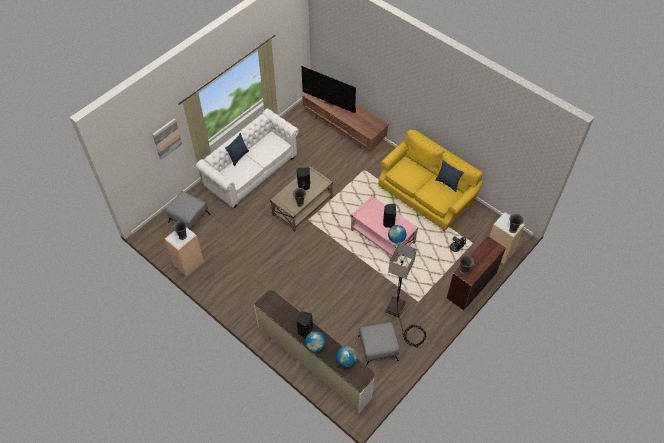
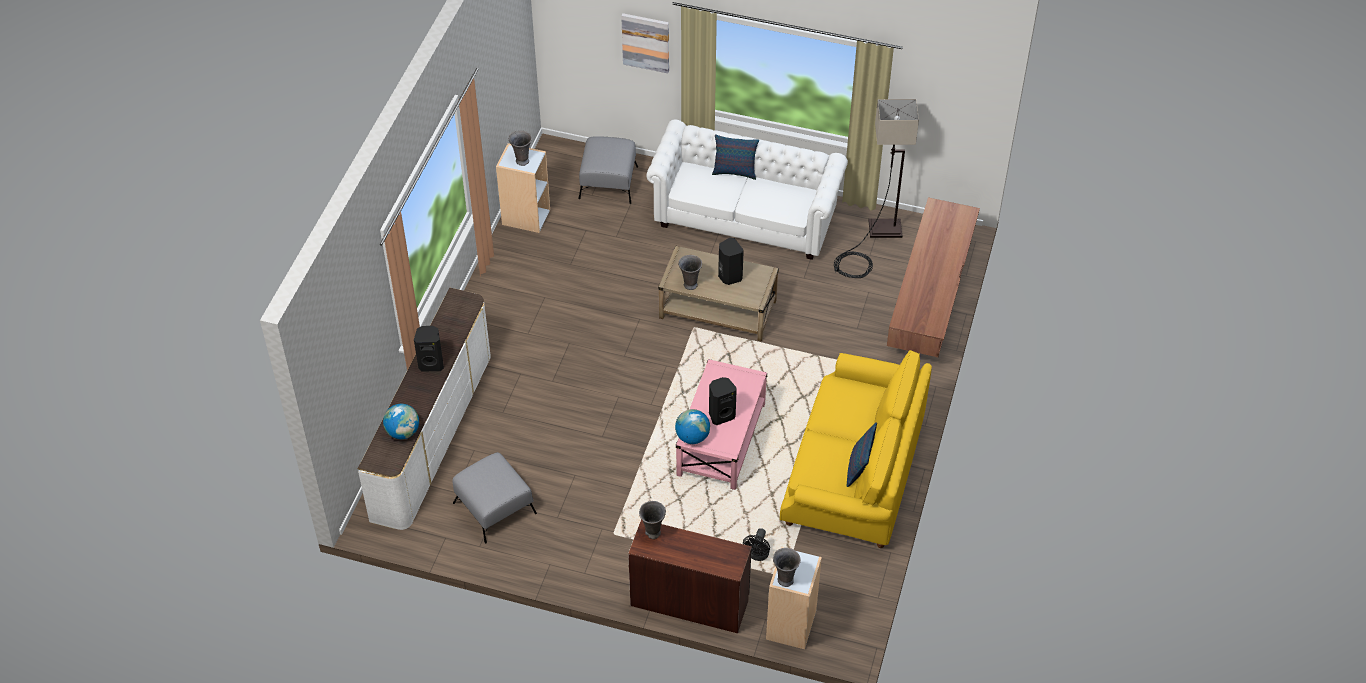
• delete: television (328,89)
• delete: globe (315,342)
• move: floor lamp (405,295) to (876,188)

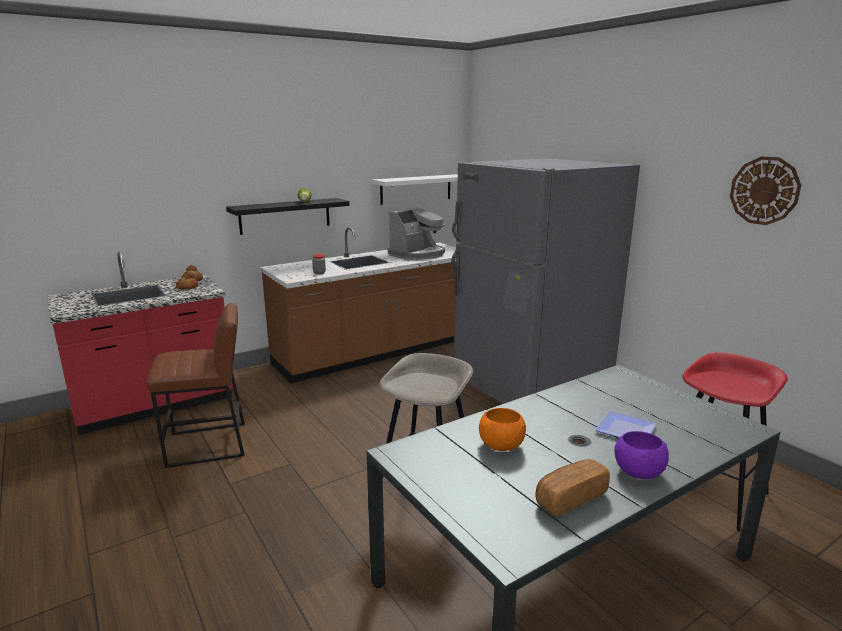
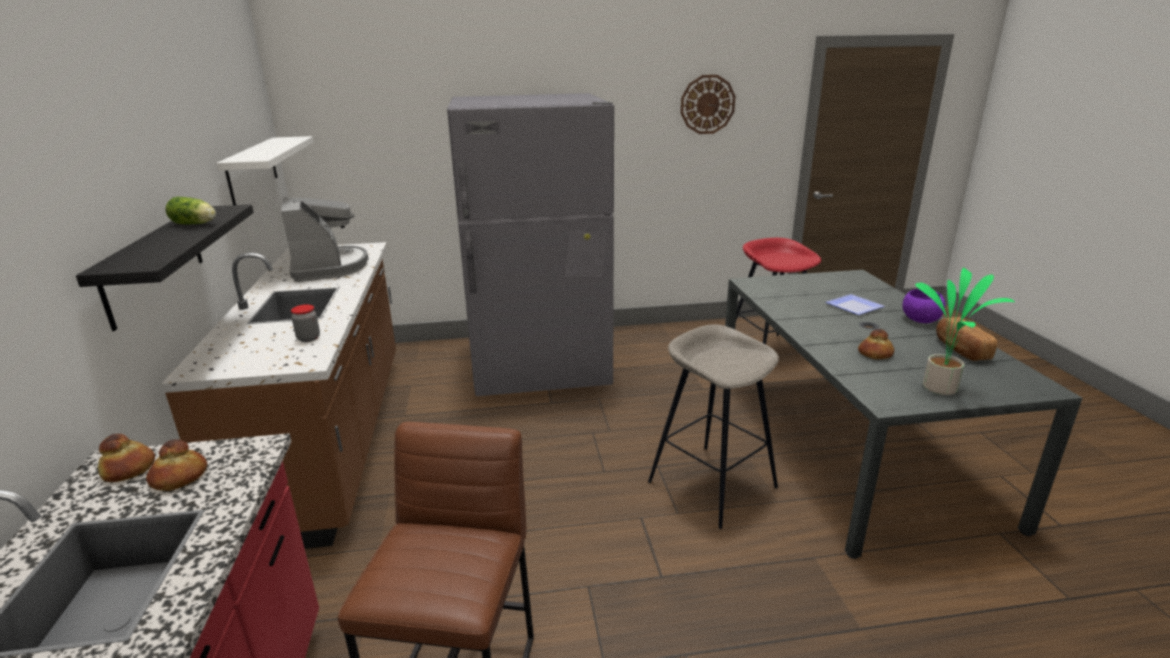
• insert: potted plant (965,331)
• replace: bowl/orange (502,429) to bread (876,344)

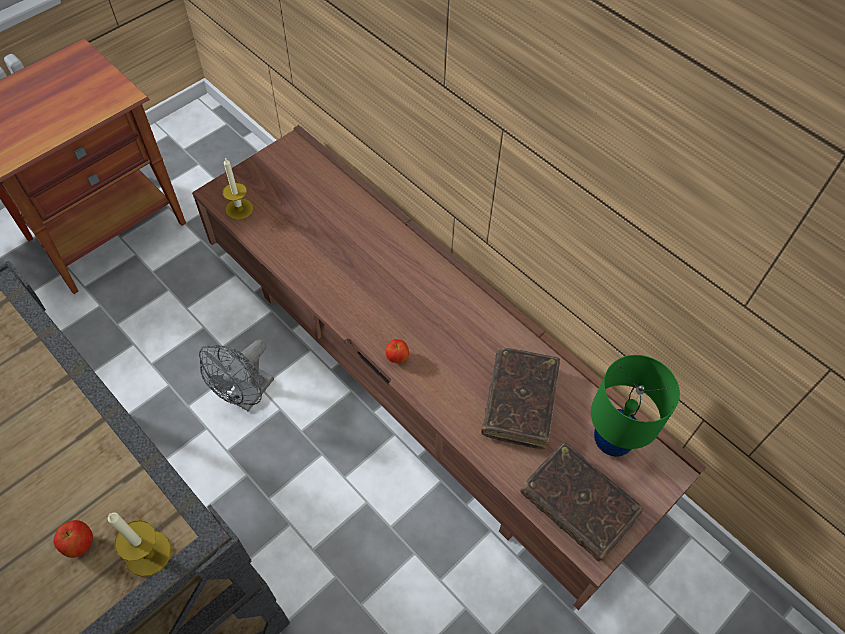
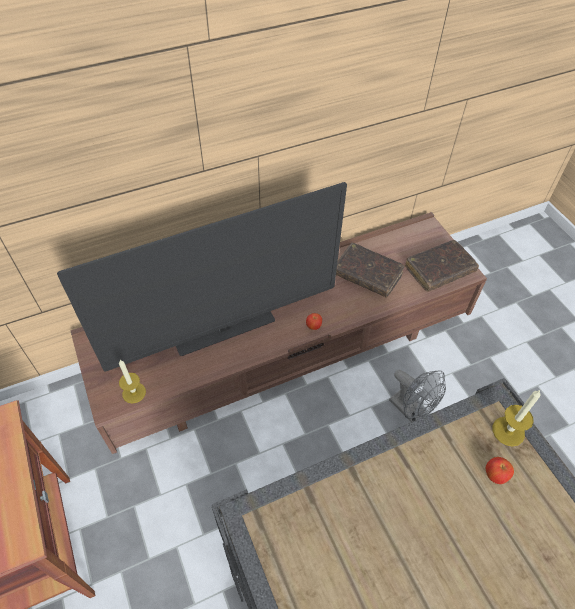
• delete: table lamp/green (635,406)
• insert: television (202,277)
• move: fan/grey (236,375) to (417,396)

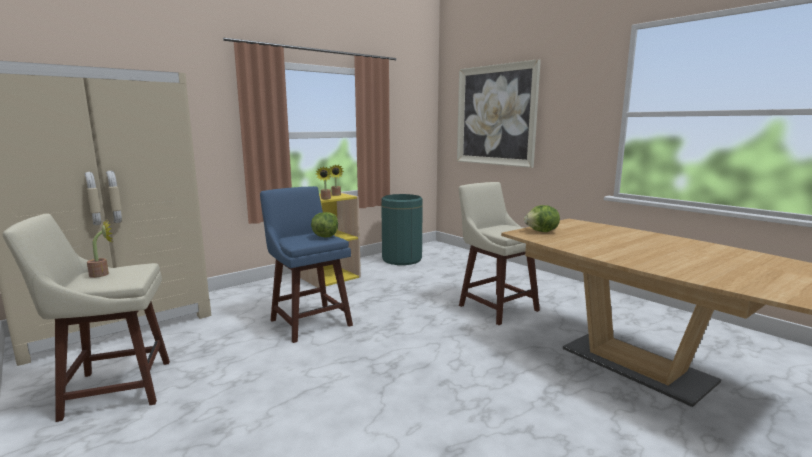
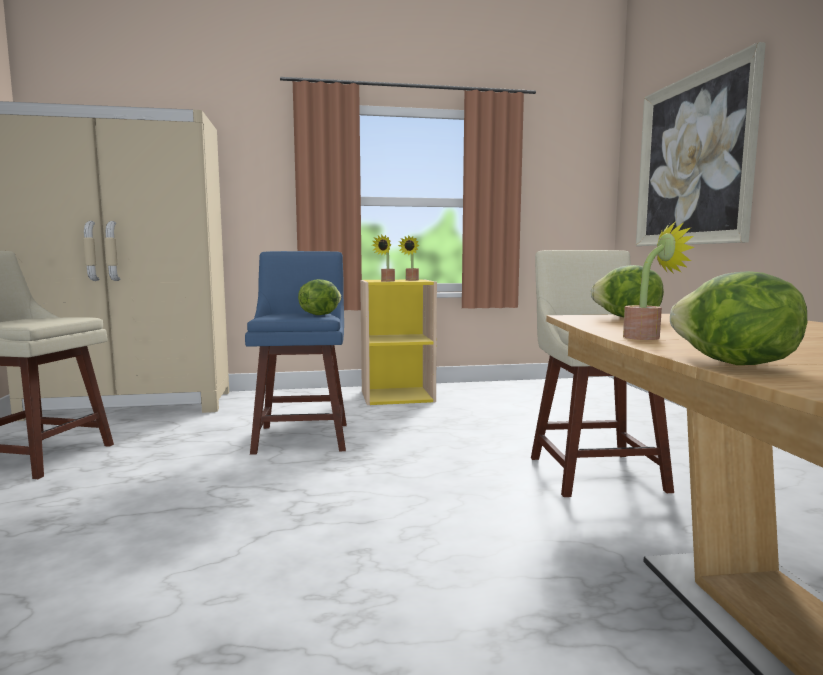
• delete: trash can/green (402,229)
• insert: lettuce (738,318)
• move: potted plant (100,249) to (659,280)

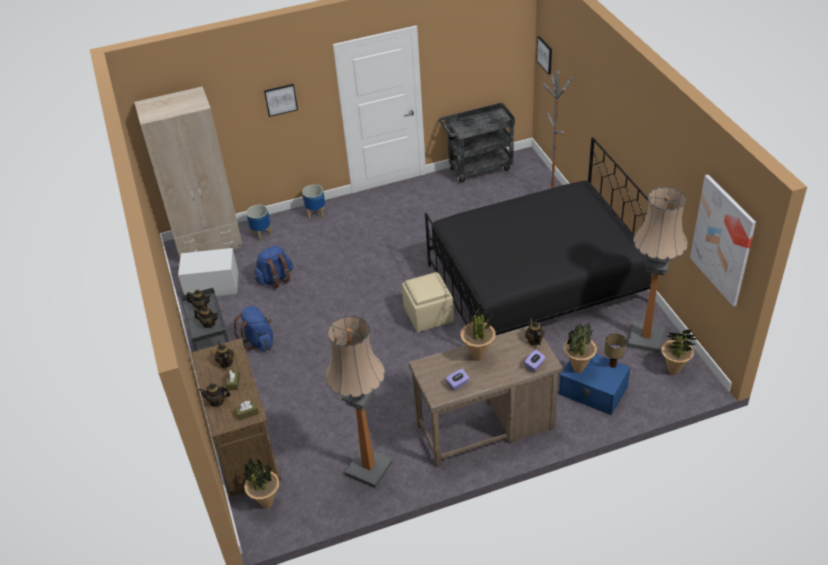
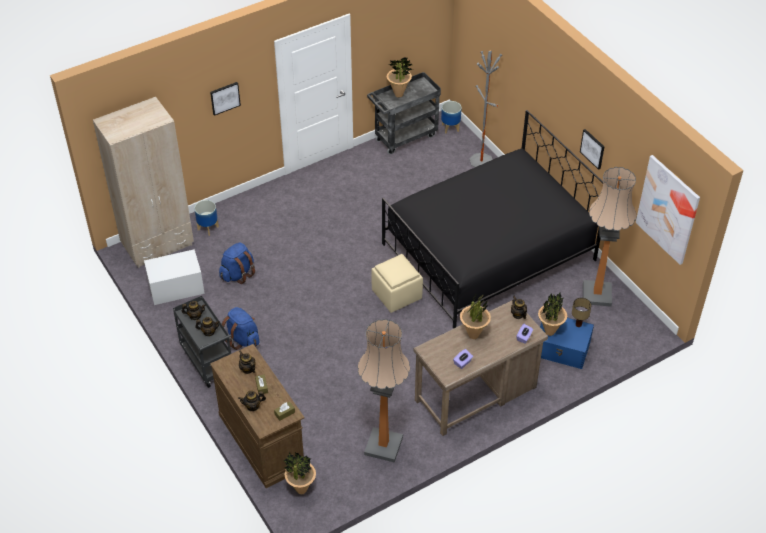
• move: planter (313,202) to (451,117)
• move: picture (544,55) to (592,149)
• move: potted plant (679,352) to (400,77)

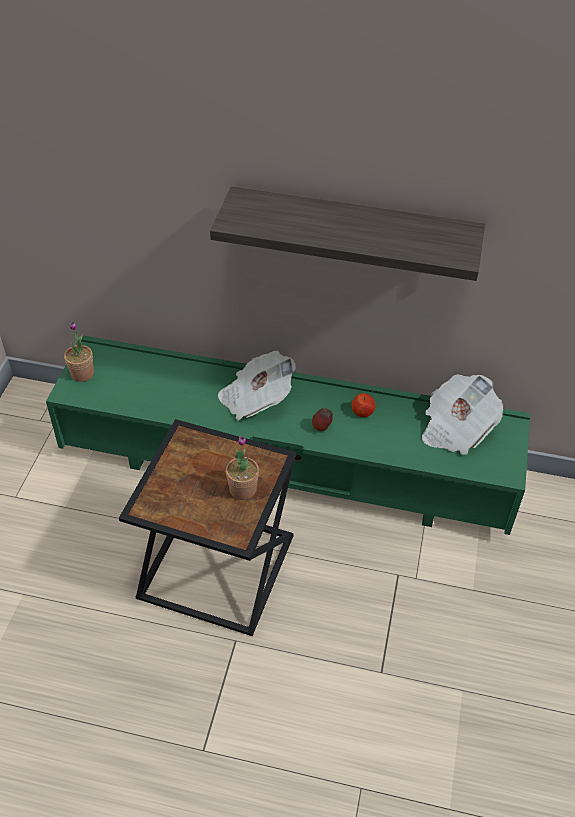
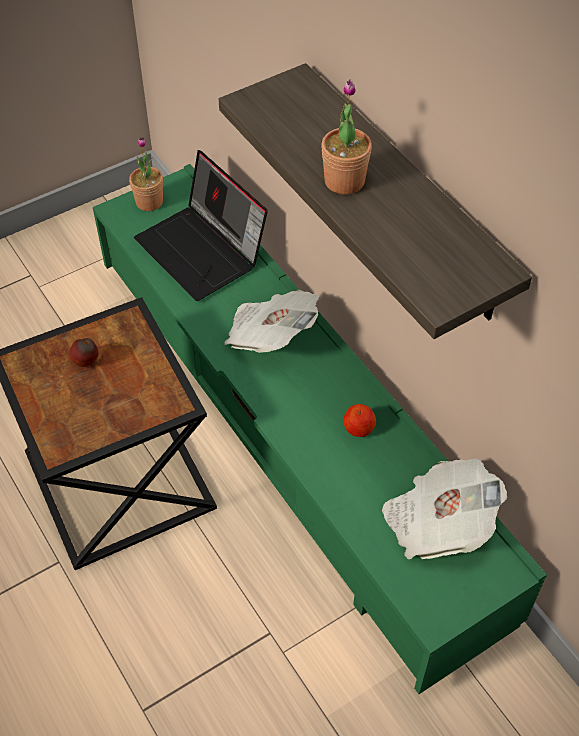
• insert: laptop (201,225)
• move: potted plant (242,468) to (346,136)
• move: apple (322,419) to (84,352)

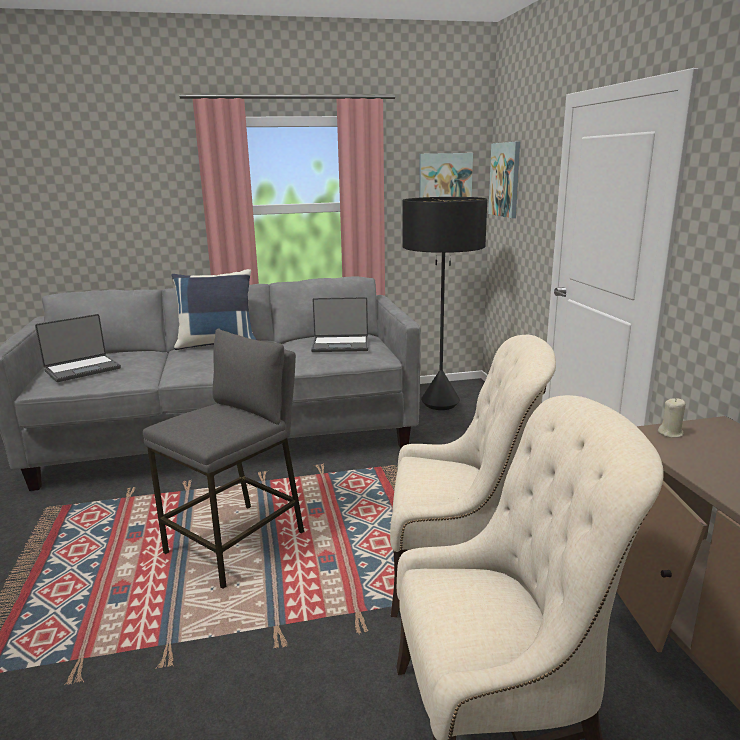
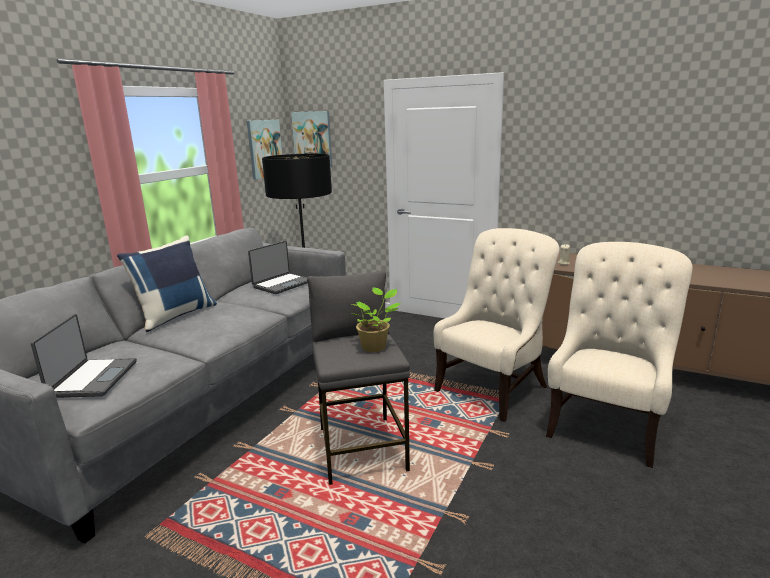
• insert: potted plant (376,319)

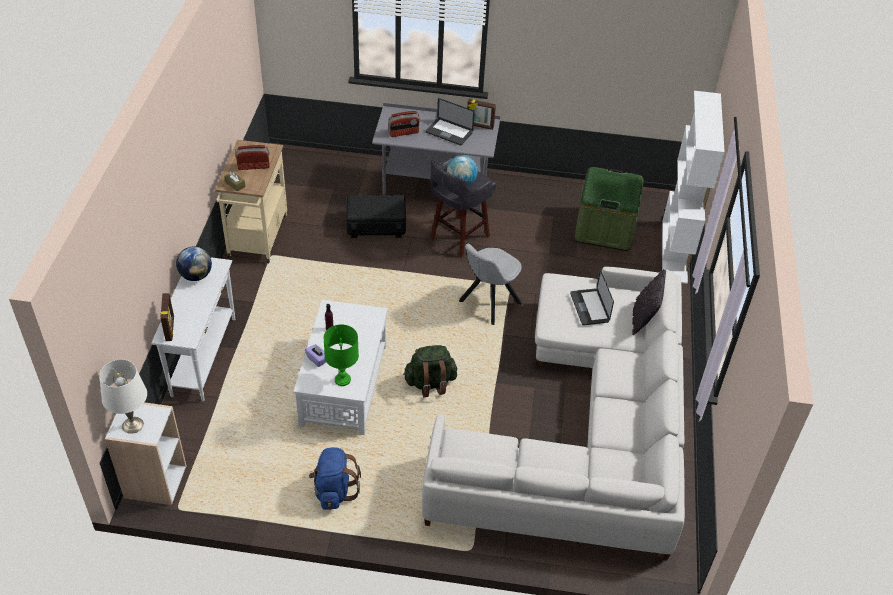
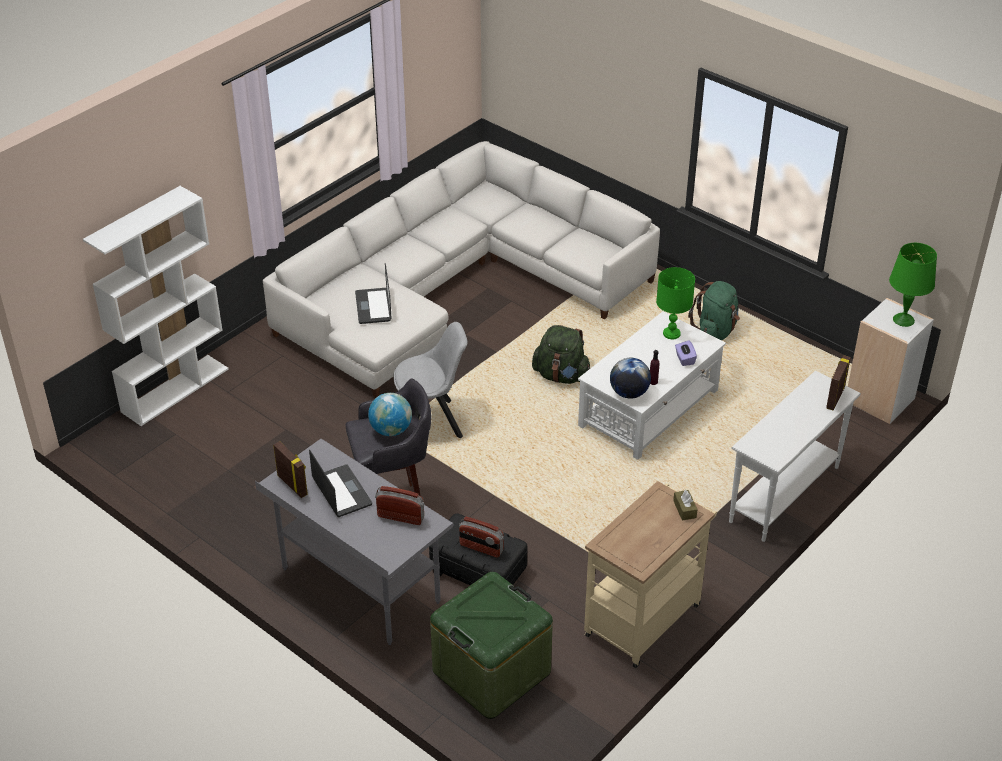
• delete: pillow/black (649,302)
• move: globe (194,263) to (630,378)
• move: radio (252,157) to (481,537)
• move: storage box/green (609,209) to (491,645)
• recolor: table lamp/white (123,396) to table lamp/green (913,285)
• recolor: backpack/blue (335,478) to backpack/green (714,310)
• rotate: laptop (592,297) = (373,293) 150 degrees clockwise

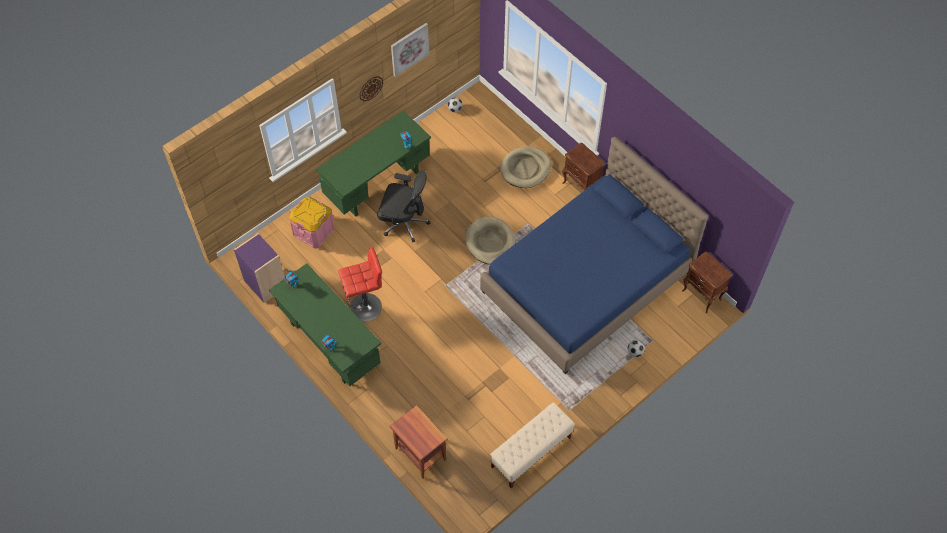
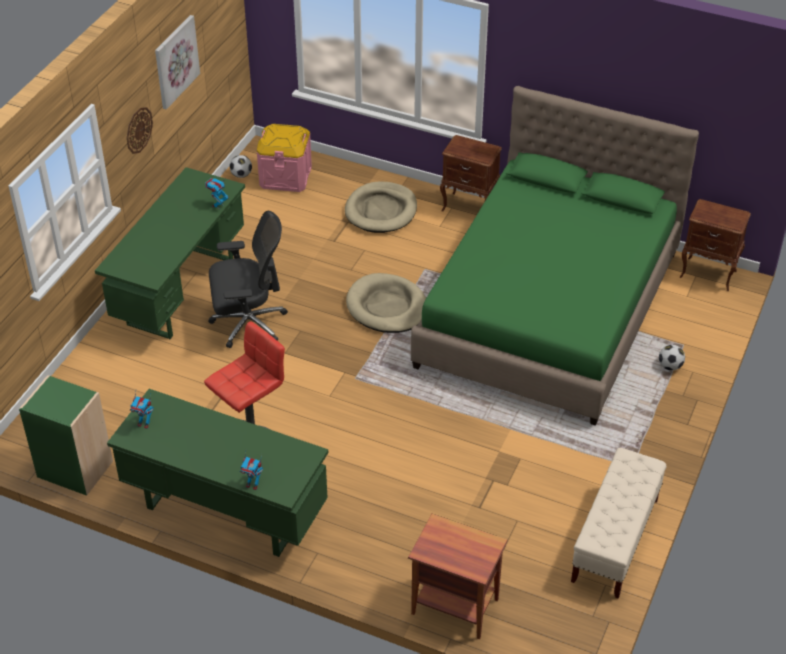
• move: storage box/pink (312,222) to (284,158)
• recolor: bookcase/purple (259,268) to bookcase/green (66,435)
• recolor: bed/blue (594,255) to bed/green (555,256)

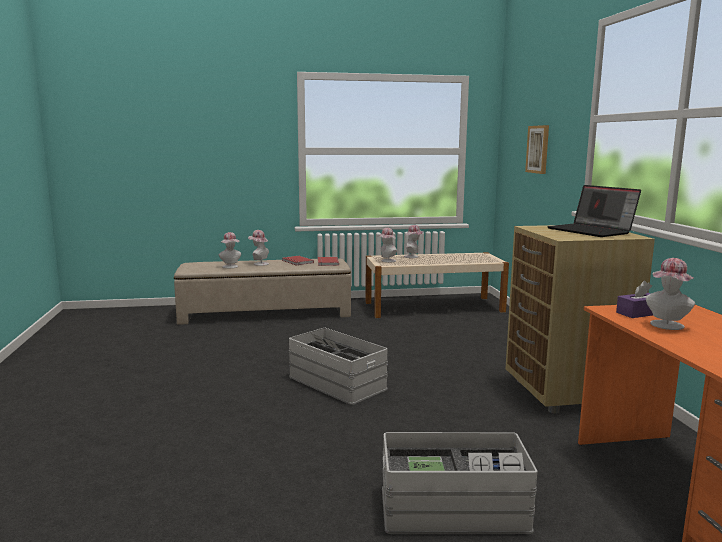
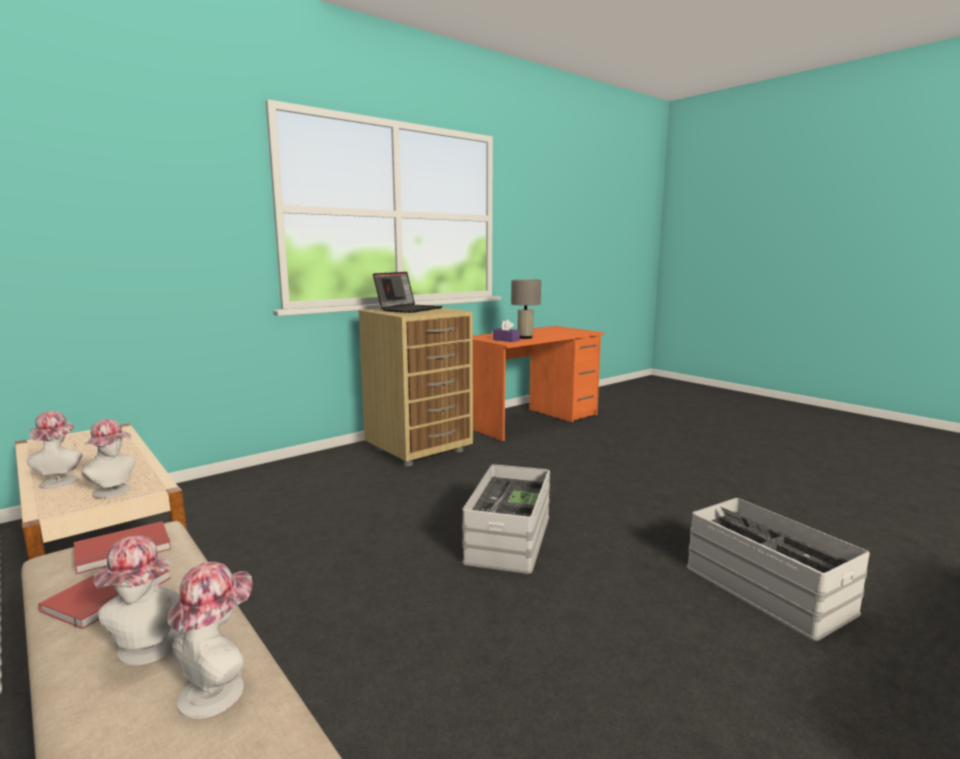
• delete: picture (537,149)
• move: storage box/grey (460,483) to (778,569)
• replace: hat (670,294) to table lamp/grey (526,309)

